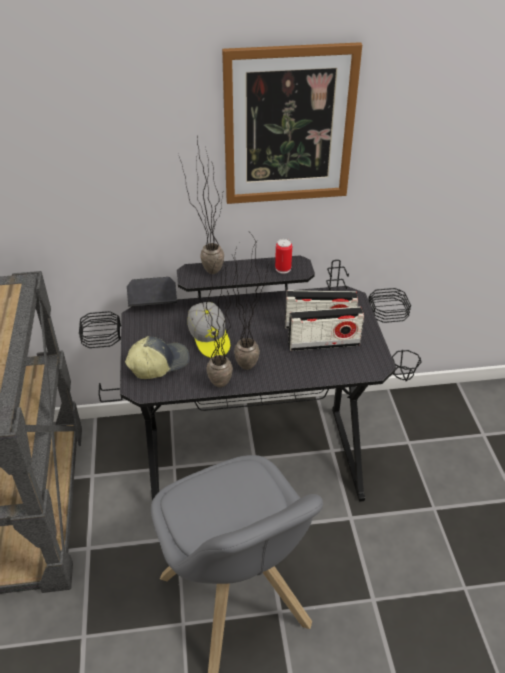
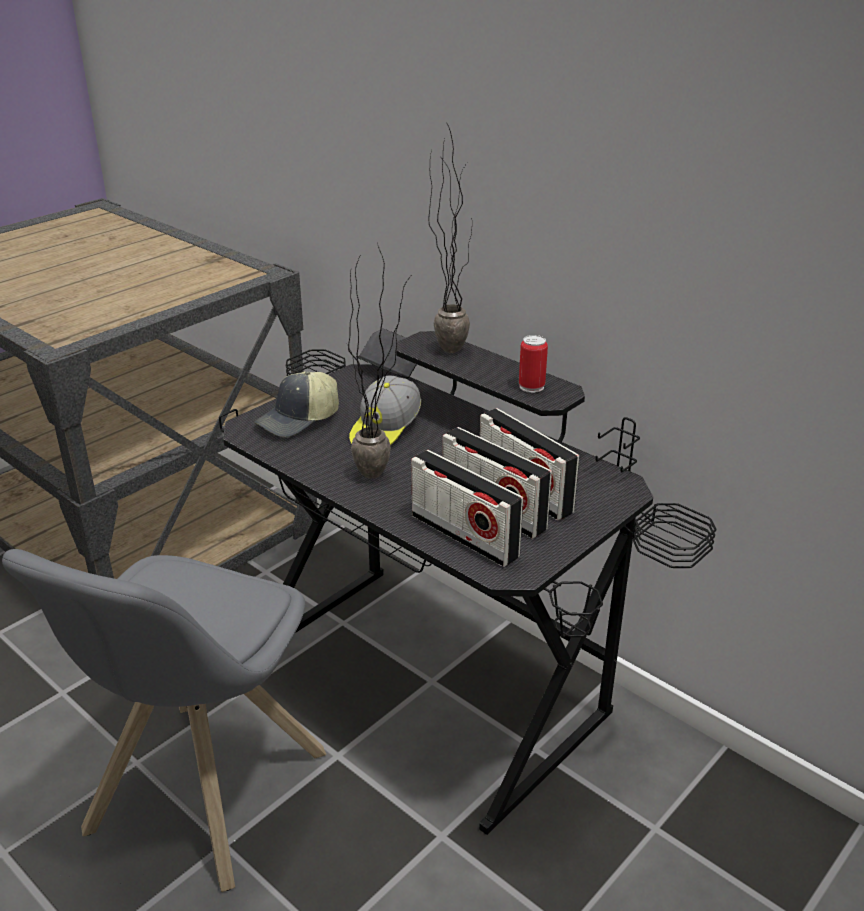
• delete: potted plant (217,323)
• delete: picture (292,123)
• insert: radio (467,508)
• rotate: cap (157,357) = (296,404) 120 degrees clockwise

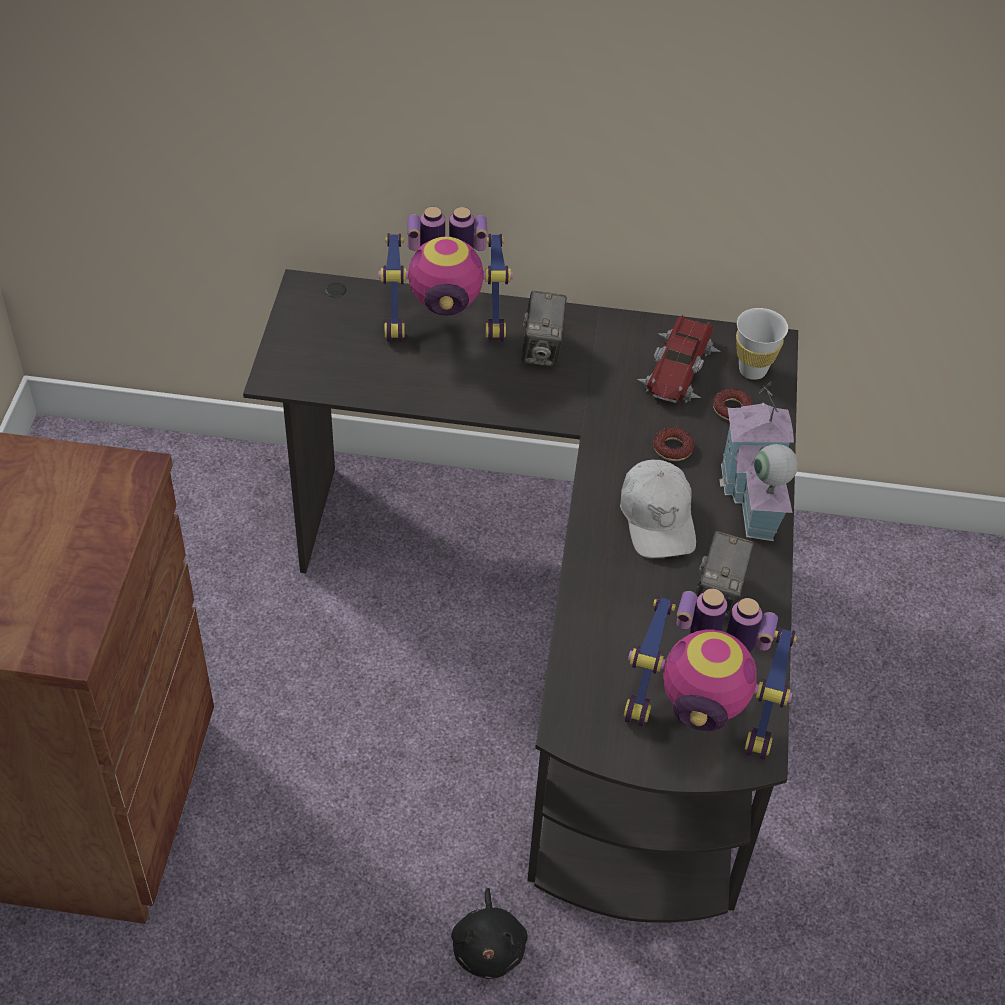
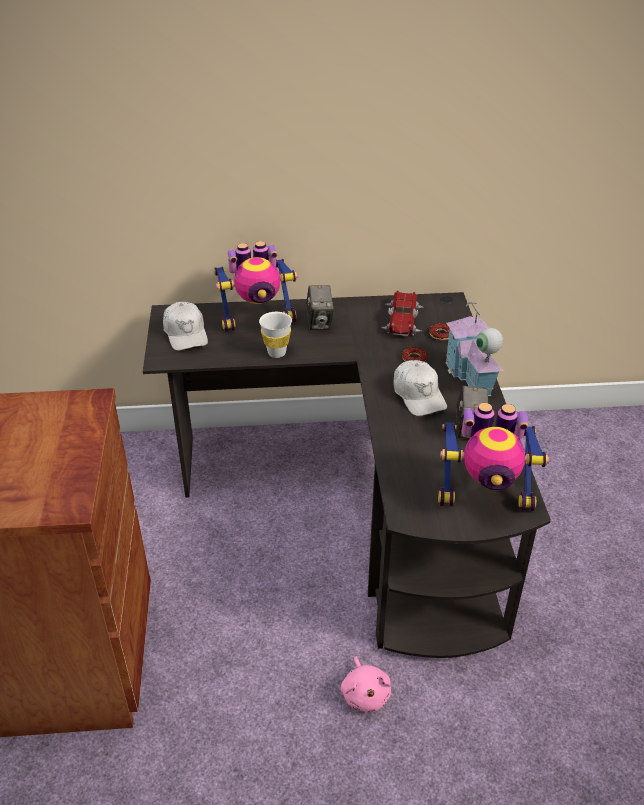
• insert: cap/white (185,326)
• move: cup/white (762,344) to (275,335)
• recolor: plush toy/black (489,933) to plush toy/pink (366,684)

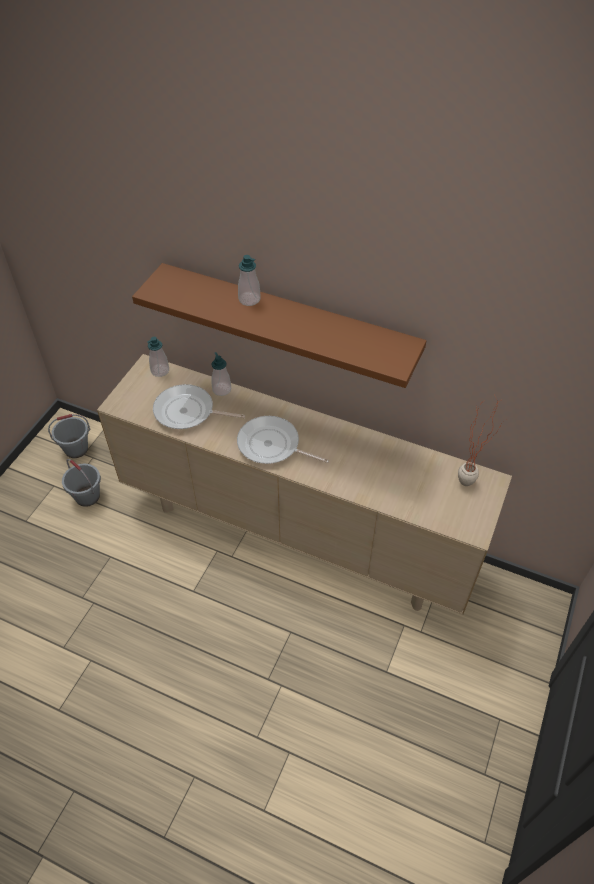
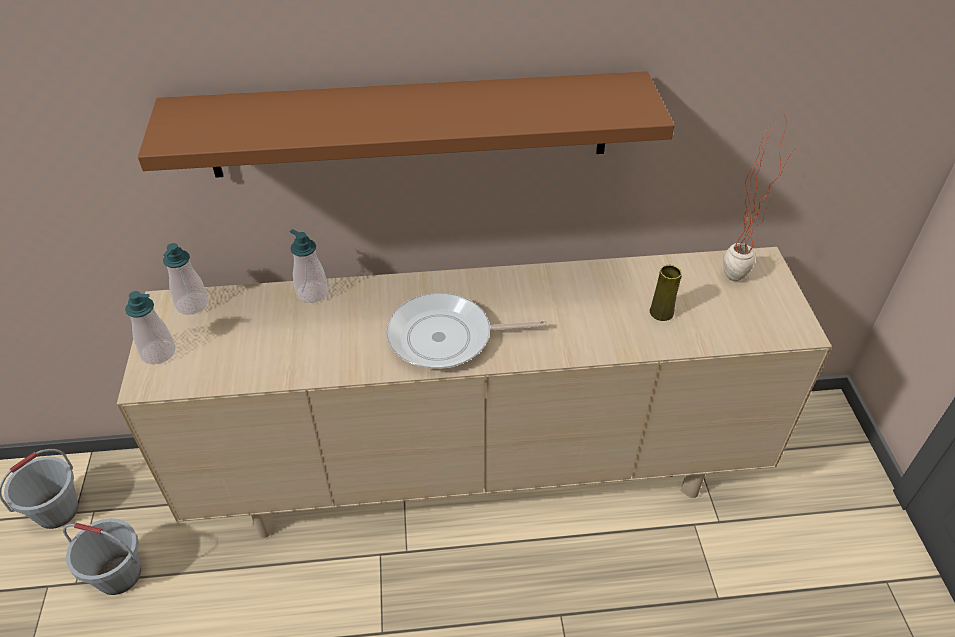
• delete: frying pan (199,406)
• insert: vase/yellow (666,293)
• move: soap dispenser (249,280) to (150,327)

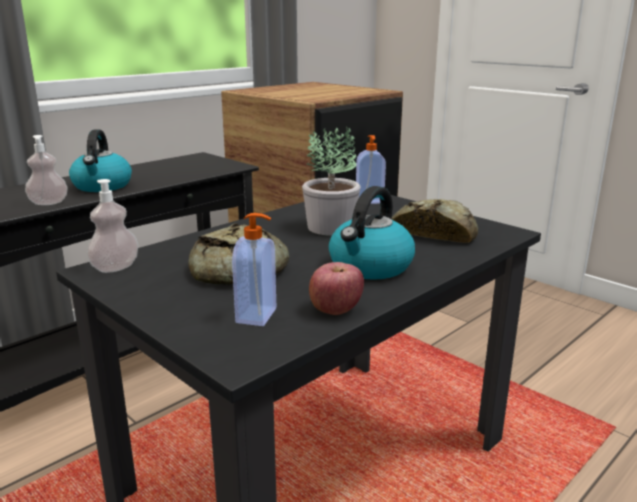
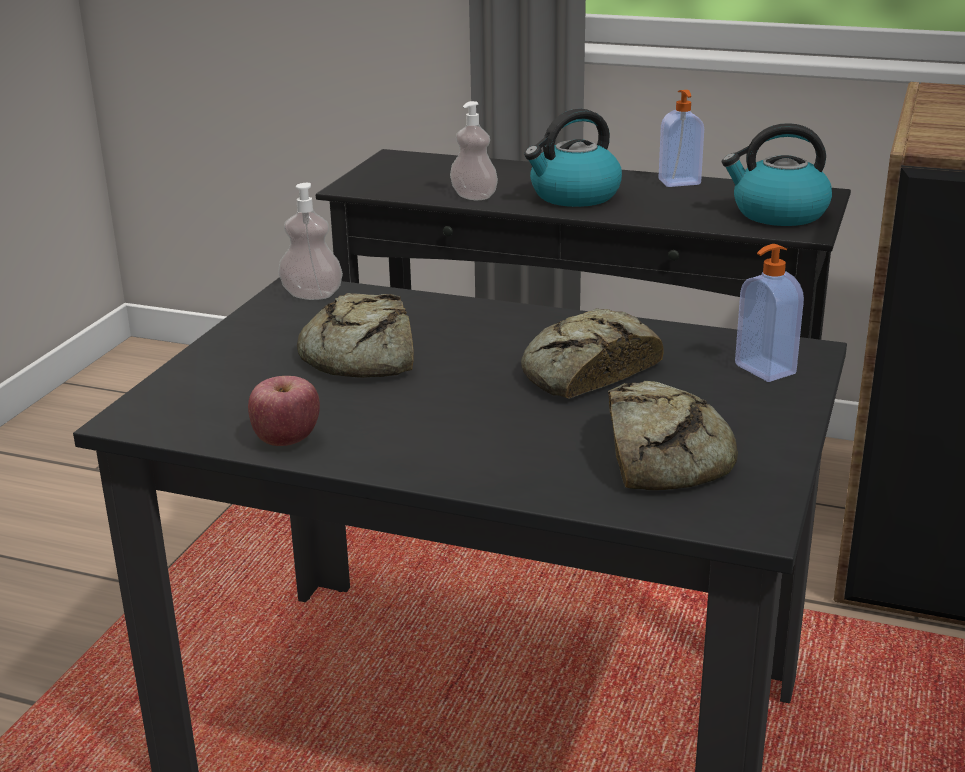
• move: soap dispenser (254,269) to (681,138)
• move: kettle (372,233) to (777,174)
• replace: potted plant (331,181) to bread (592,353)

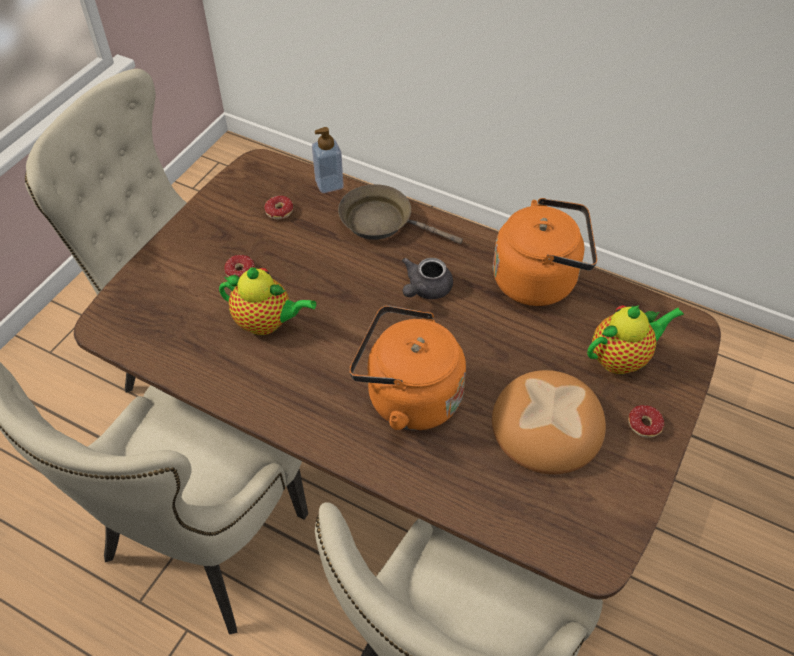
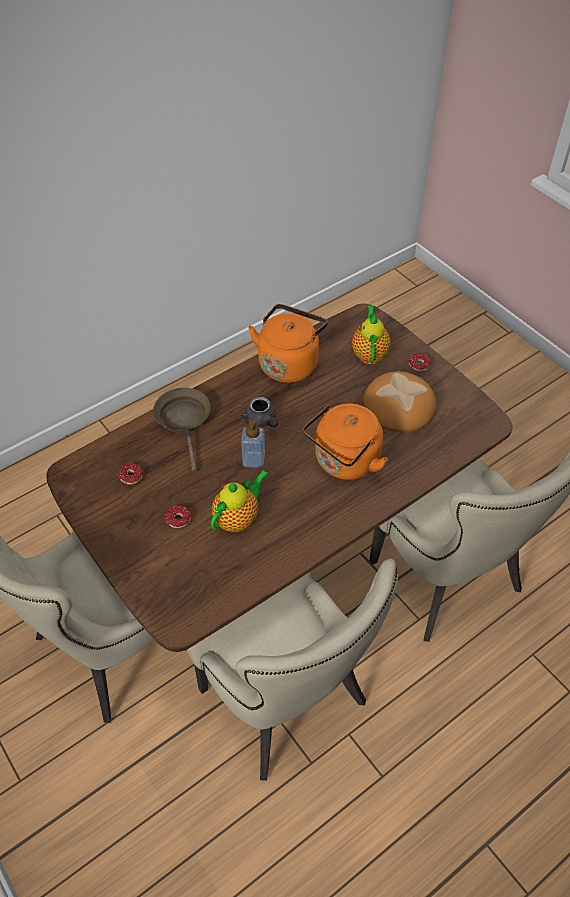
• move: soap dispenser (328,160) to (253,444)
• rotate: frying pan/brown (400,214) = (181,429) 120 degrees clockwise

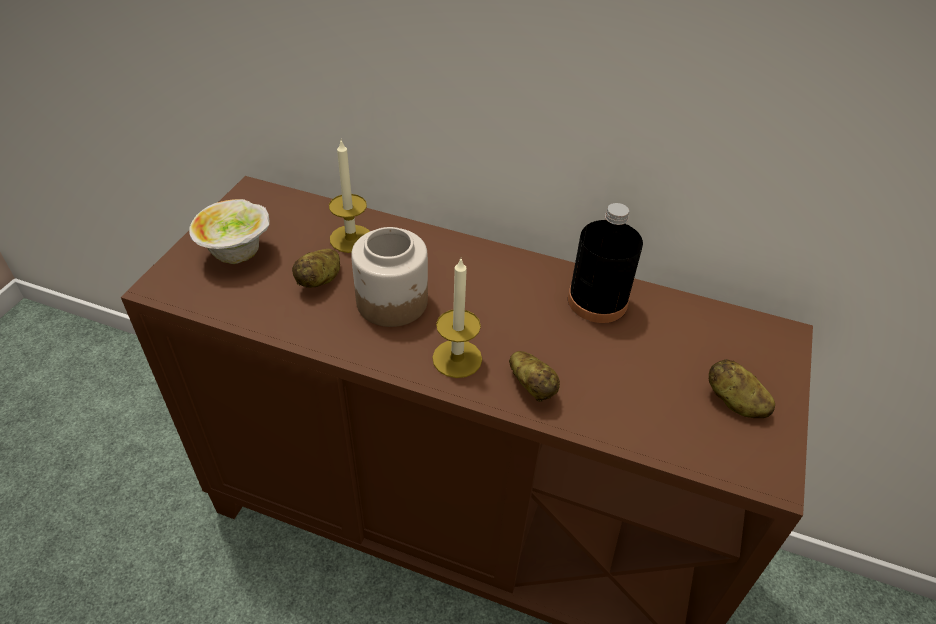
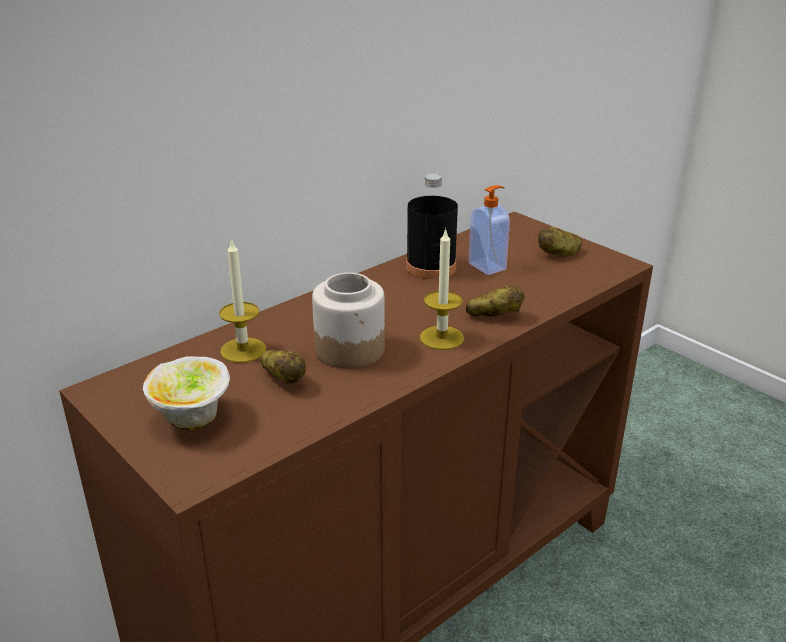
• insert: soap dispenser (489,230)

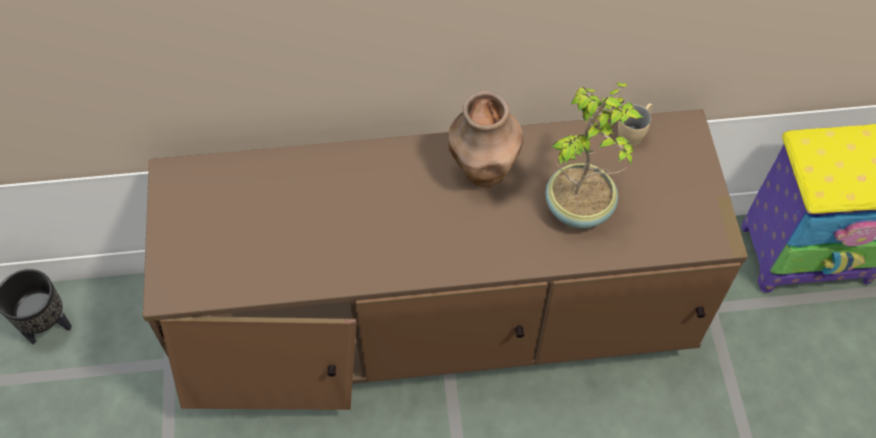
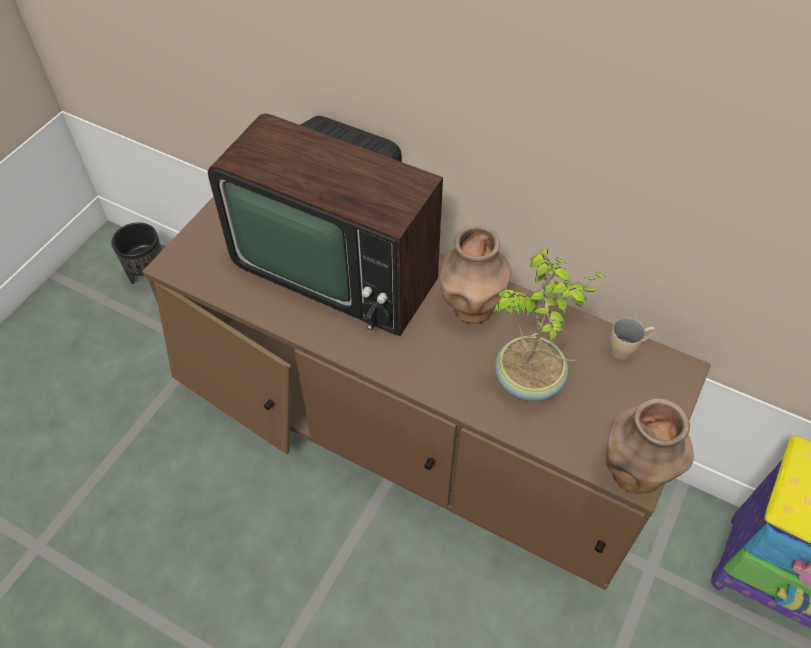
• insert: television (325,224)
• insert: vase/brown (650,446)

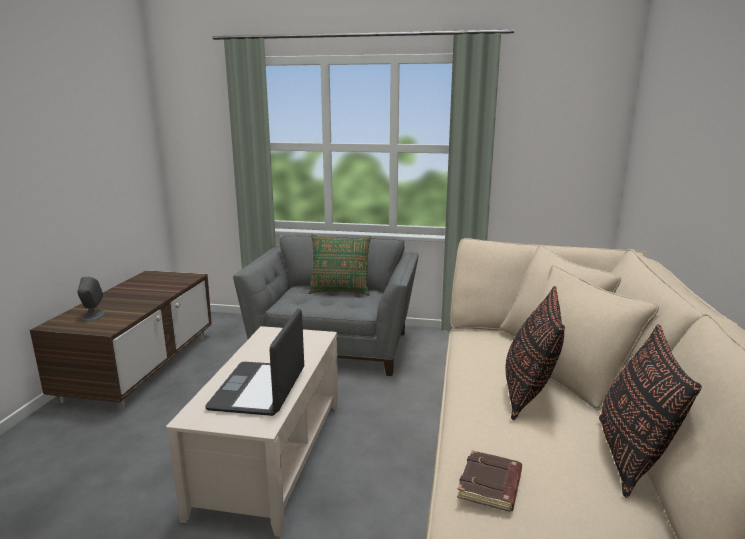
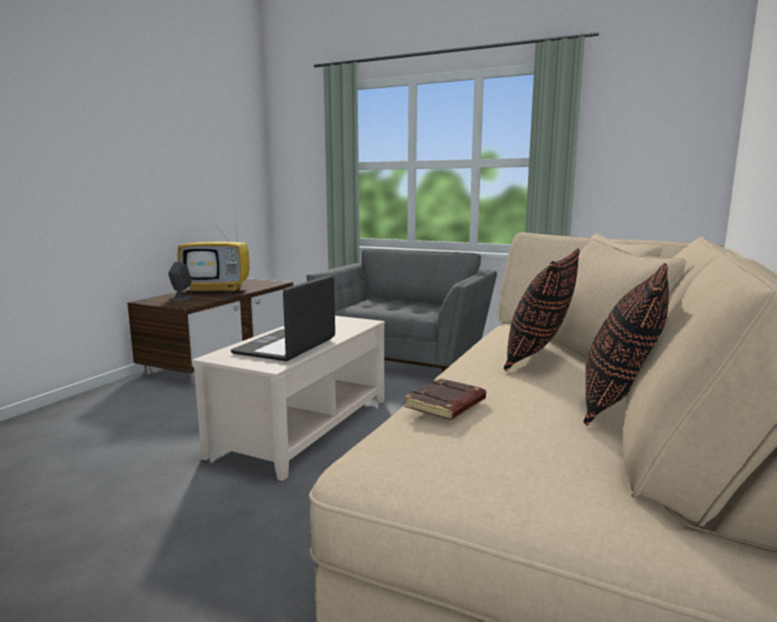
• delete: pillow/green (340,265)
• insert: television (213,254)

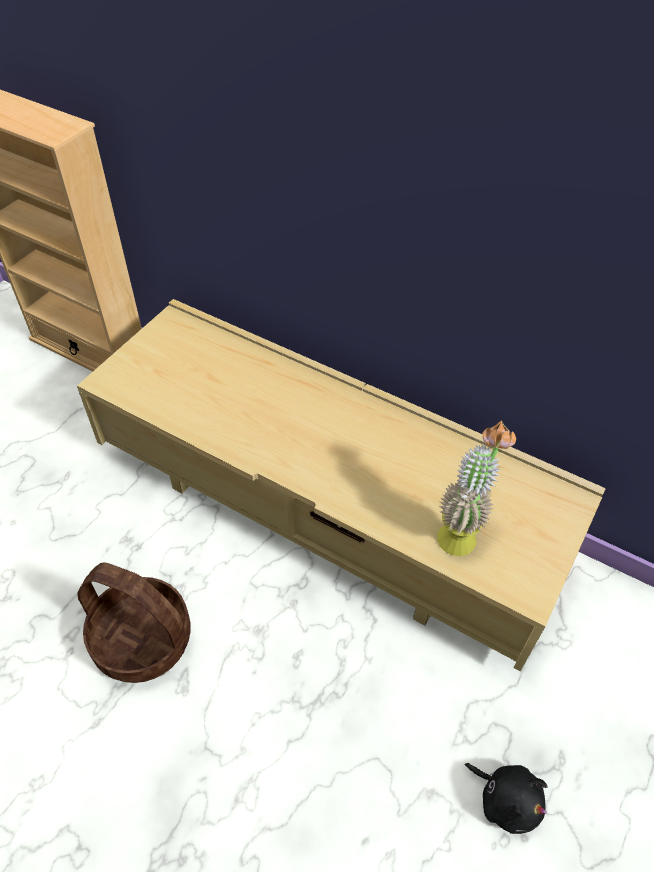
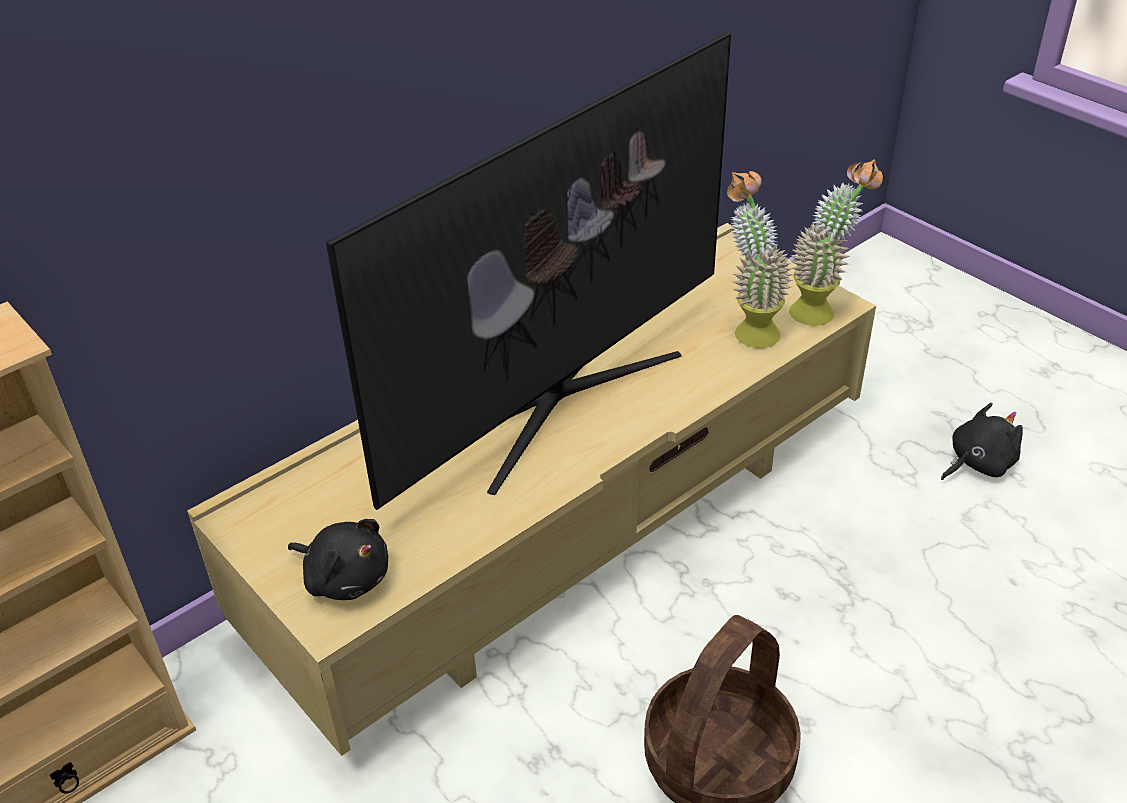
• insert: plush toy/black (338,559)
• insert: television (528,271)
• insert: potted plant (836,242)

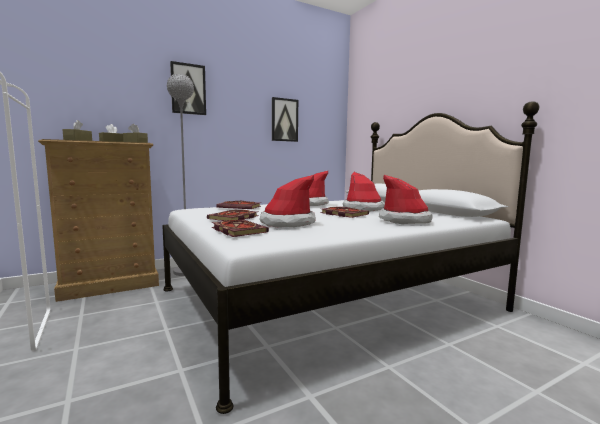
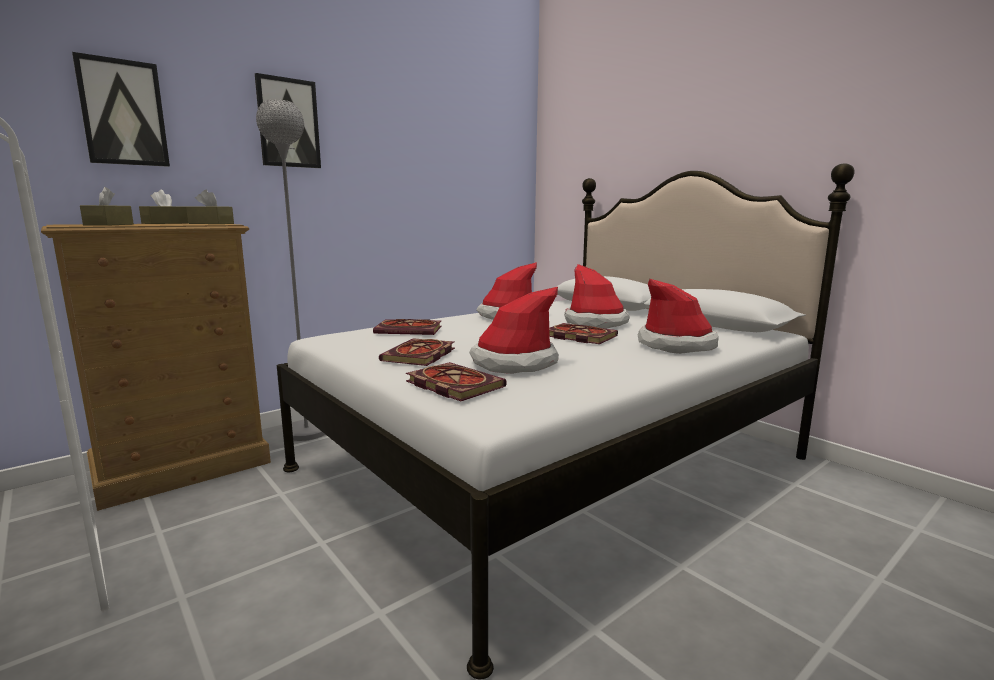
• move: picture (285,119) to (121,109)

